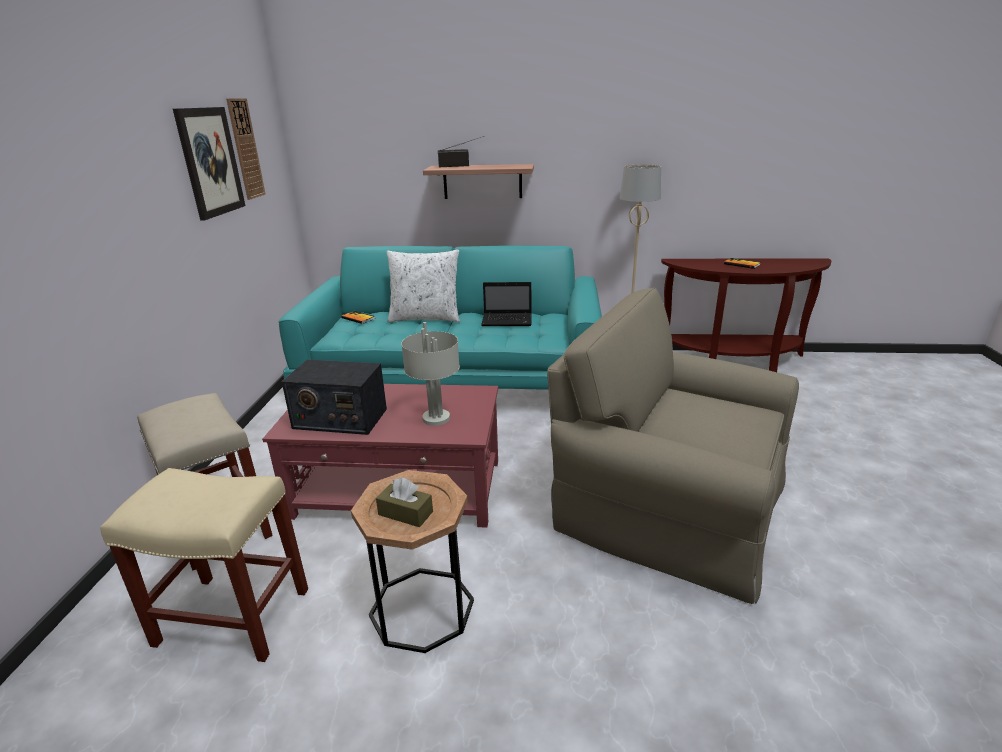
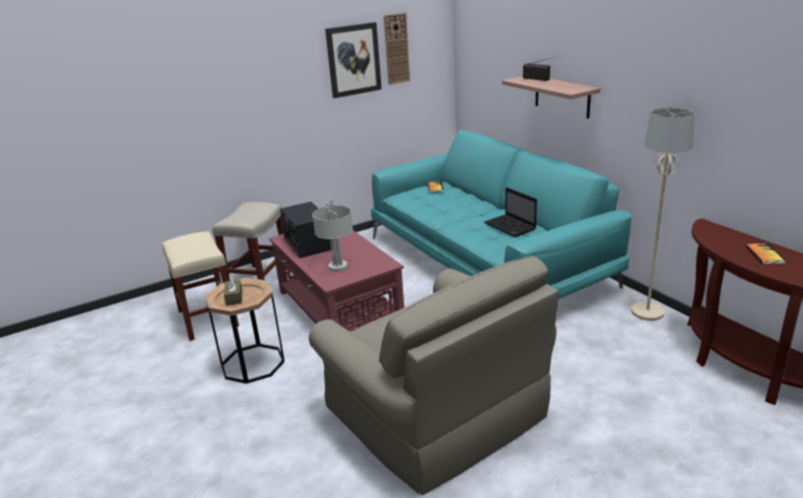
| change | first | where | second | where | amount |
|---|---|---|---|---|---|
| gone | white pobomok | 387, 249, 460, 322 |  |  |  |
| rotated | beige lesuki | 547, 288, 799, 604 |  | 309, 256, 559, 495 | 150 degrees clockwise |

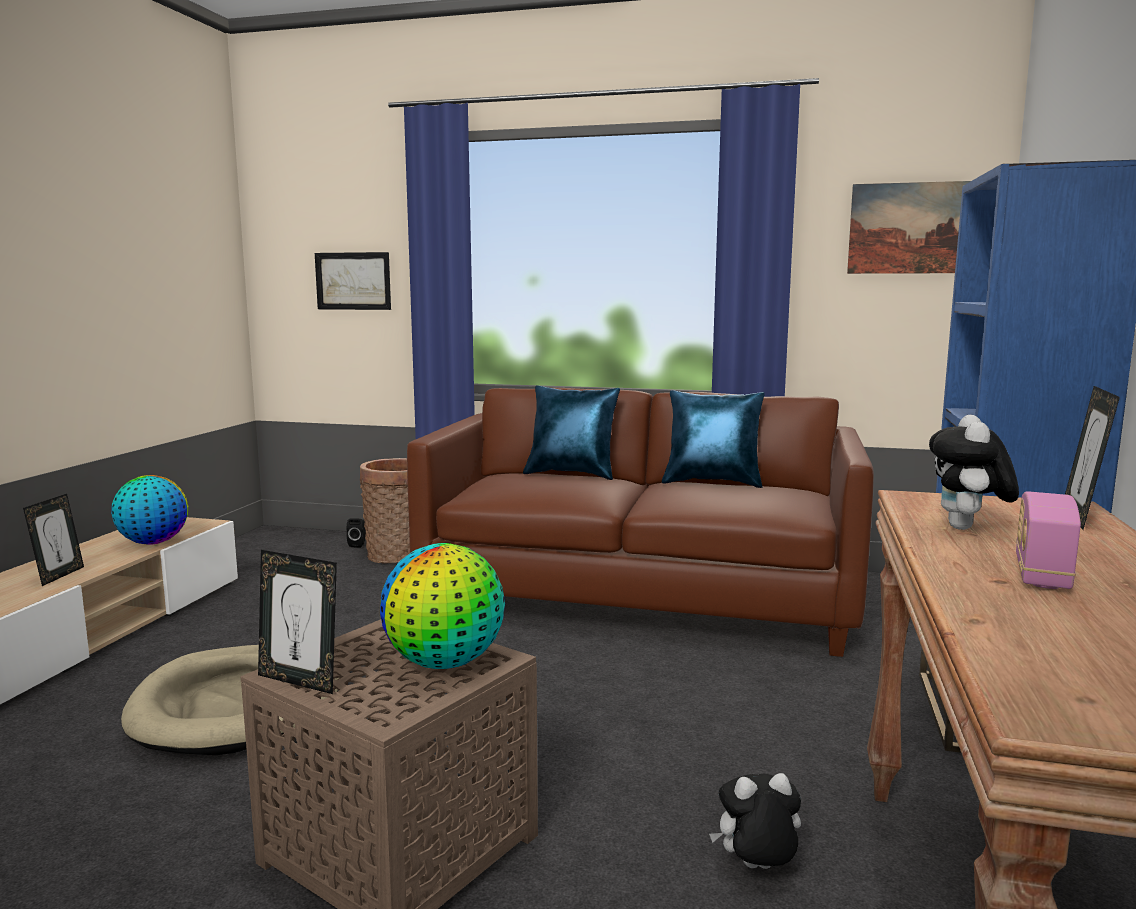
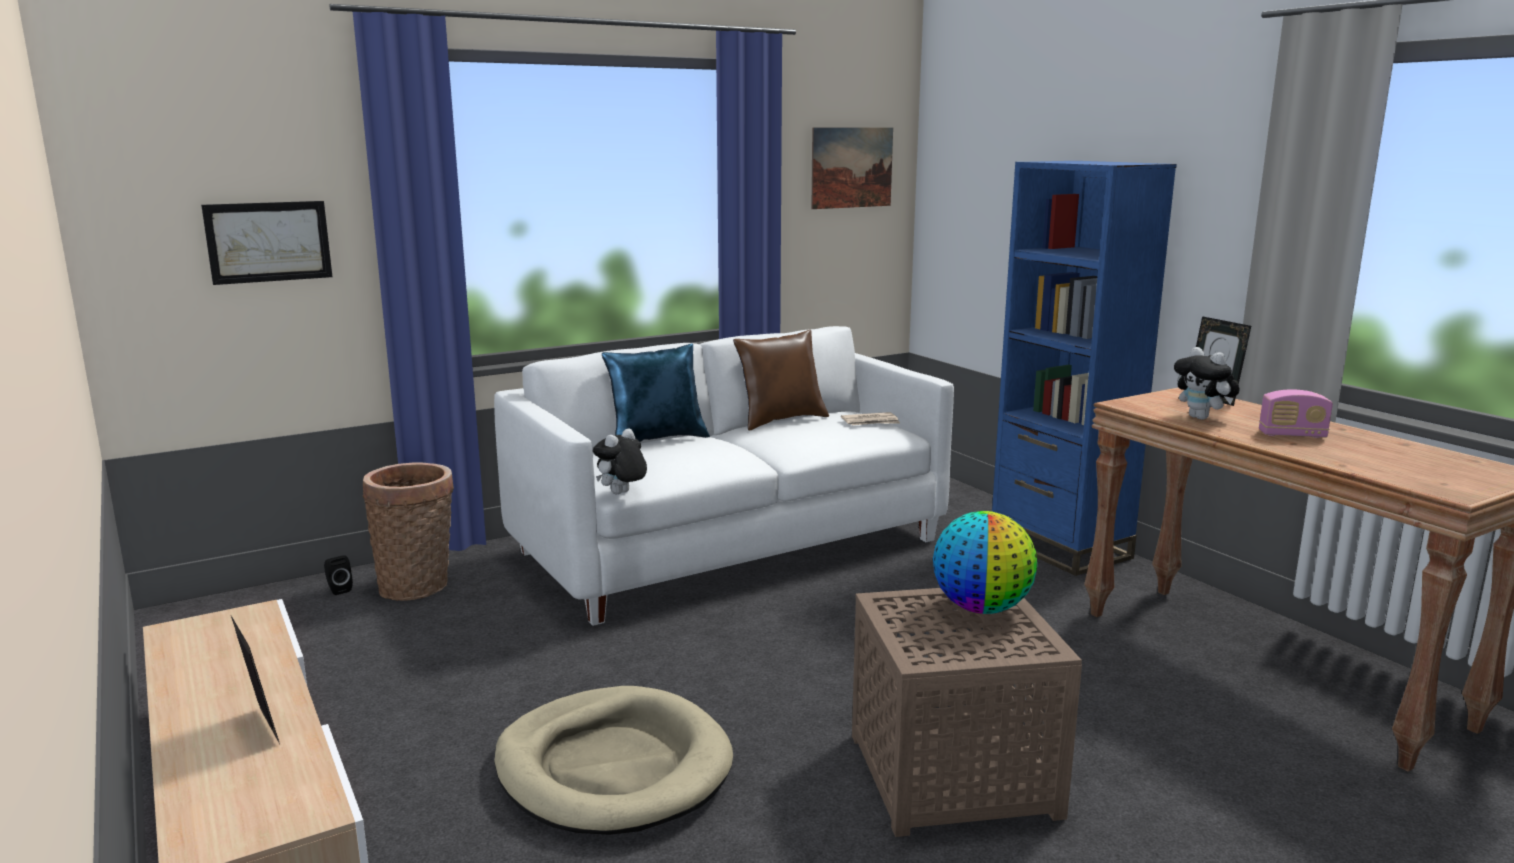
| change | first | where | second | where | amount |
|---|---|---|---|---|---|
| gone | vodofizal | 111, 475, 188, 545 |  |  |  |
| gone | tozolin | 258, 550, 337, 694 |  |  |  |
| repainted | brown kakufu | 407, 388, 874, 657 | white kakufu | 494, 326, 954, 626 |  |
| repainted | blue pobomok | 662, 390, 765, 488 | brown pobomok | 733, 330, 829, 430 |  |
| shifted | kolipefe | 709, 773, 801, 869 |  | 593, 428, 647, 494 |  |
| rotated | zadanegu | 1016, 491, 1081, 589 |  | 1259, 389, 1333, 438 | 60 degrees counterclockwise |
| new |  |  | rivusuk | 841, 412, 901, 425 |  |

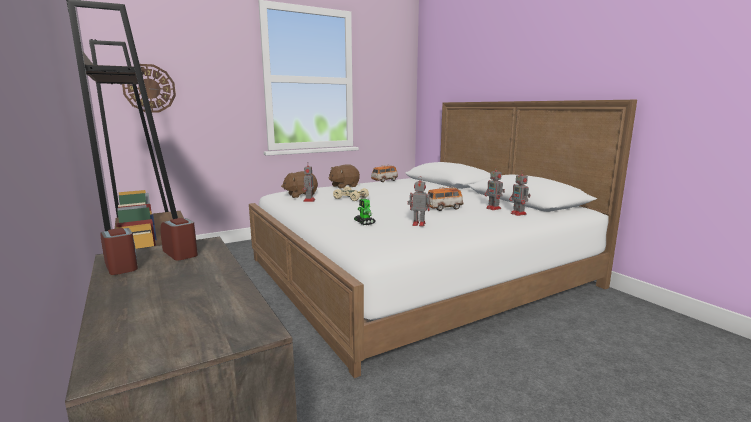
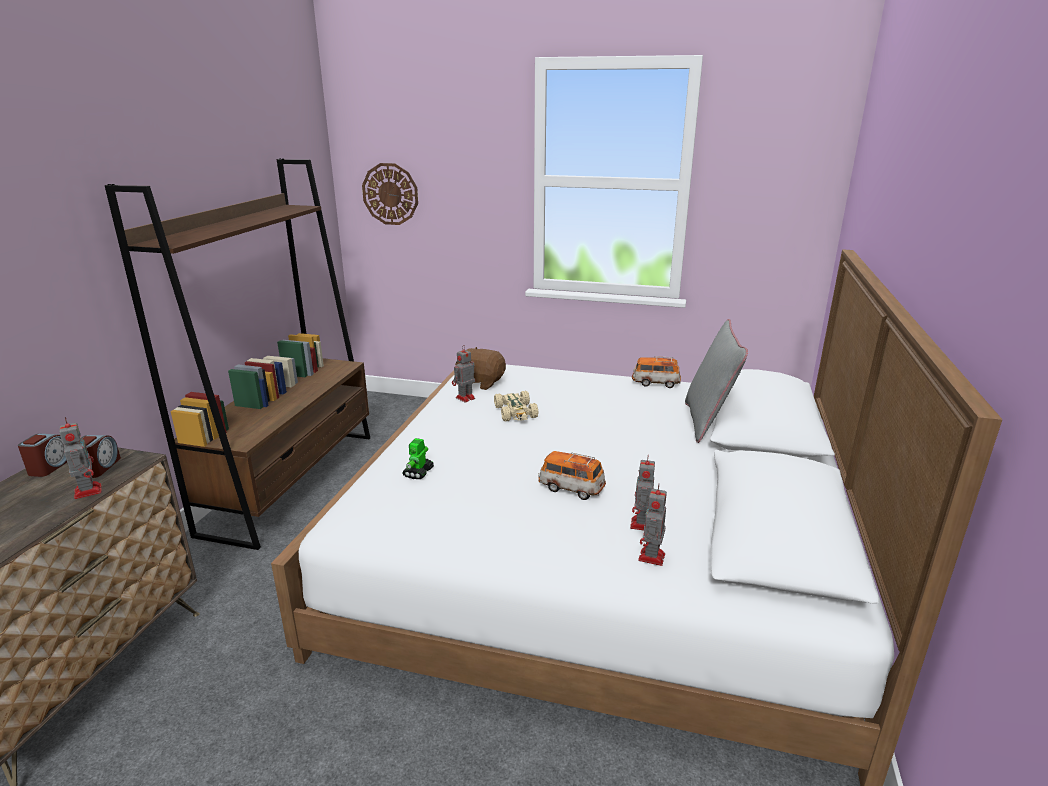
| change | first | where | second | where | amount |
|---|---|---|---|---|---|
| gone | brown kolipefe | 329, 164, 360, 189 |  |  |  |
| shifted | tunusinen | 408, 176, 430, 227 |  | 59, 417, 102, 499 |  |
| new |  |  | grey pobomok | 685, 319, 748, 443 |  |

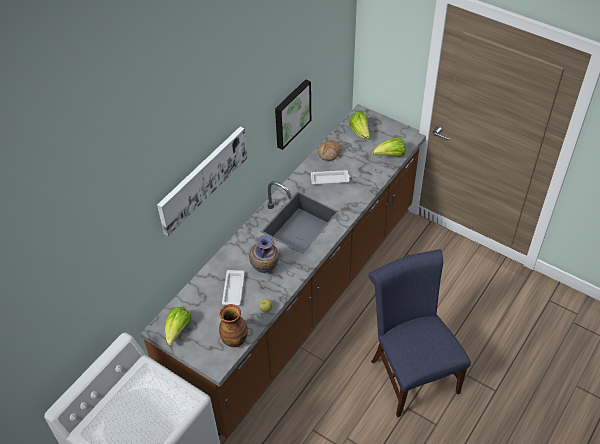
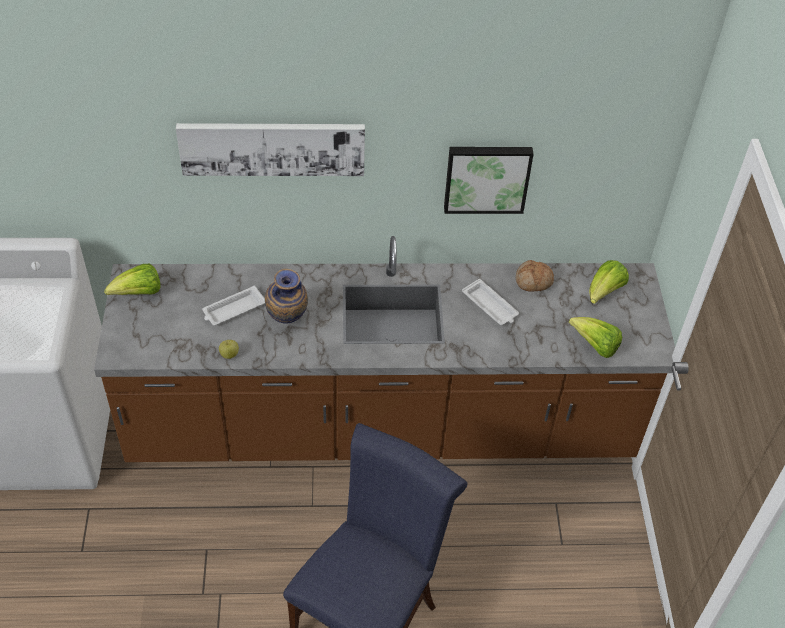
| change | first | where | second | where | amount |
|---|---|---|---|---|---|
| gone | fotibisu | 219, 304, 248, 347 |  |  |  |

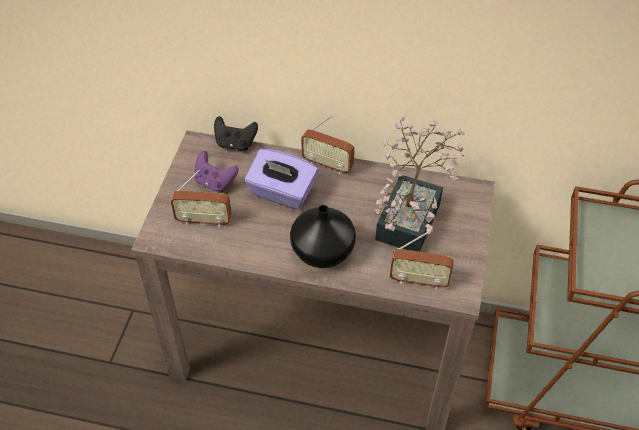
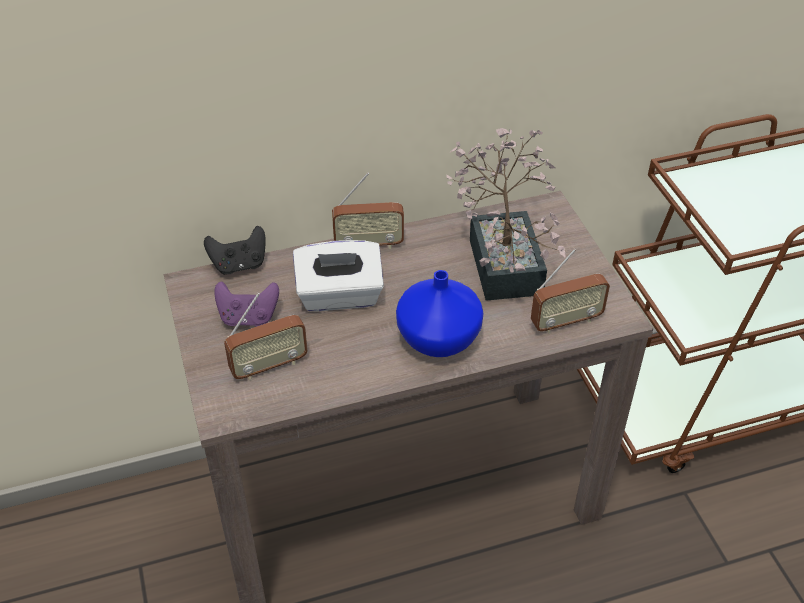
| change | first | where | second | where | amount |
|---|---|---|---|---|---|
| repainted | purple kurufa | 245, 149, 318, 210 | white kurufa | 293, 240, 384, 311 |  |
| repainted | black fotibisu | 290, 205, 356, 268 | blue fotibisu | 396, 270, 484, 357 |  |

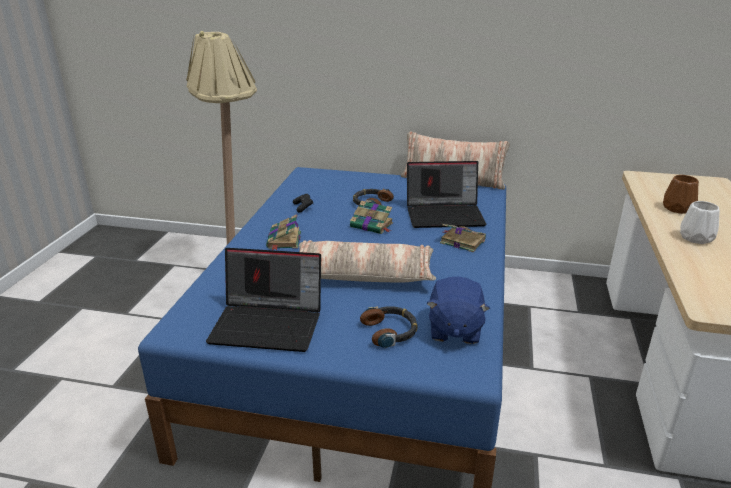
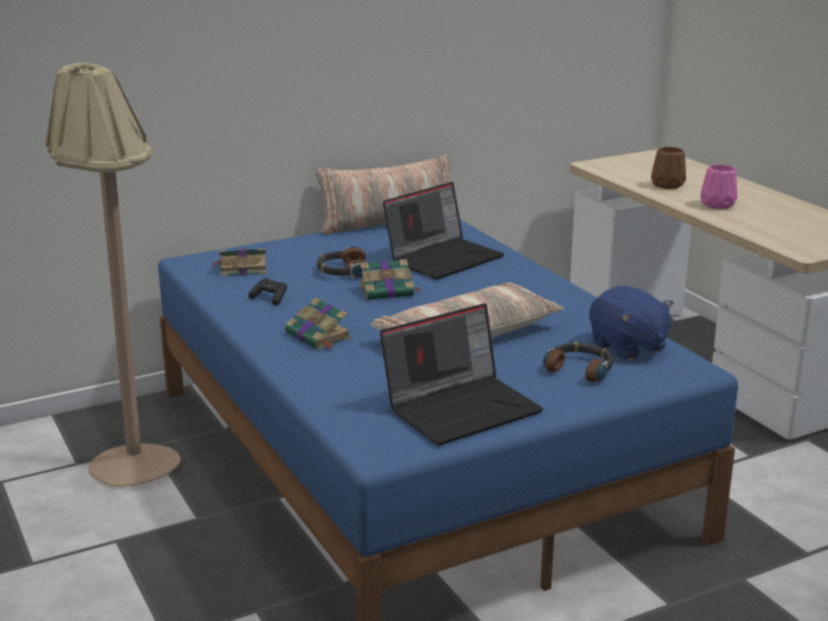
| change | first | where | second | where | amount |
|---|---|---|---|---|---|
| shifted | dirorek | 440, 224, 486, 253 |  | 213, 248, 267, 276 |  |
| repainted | white fotibisu | 680, 201, 720, 244 | pink fotibisu | 700, 165, 737, 209 |  |

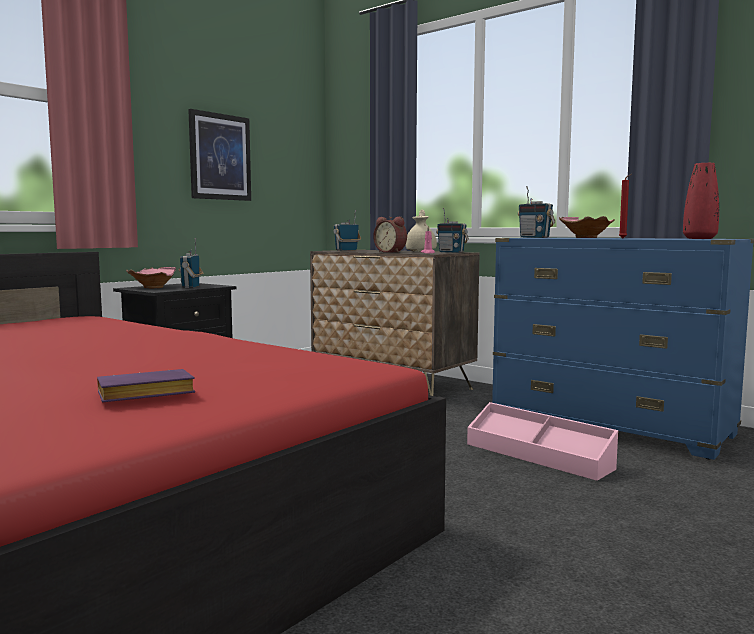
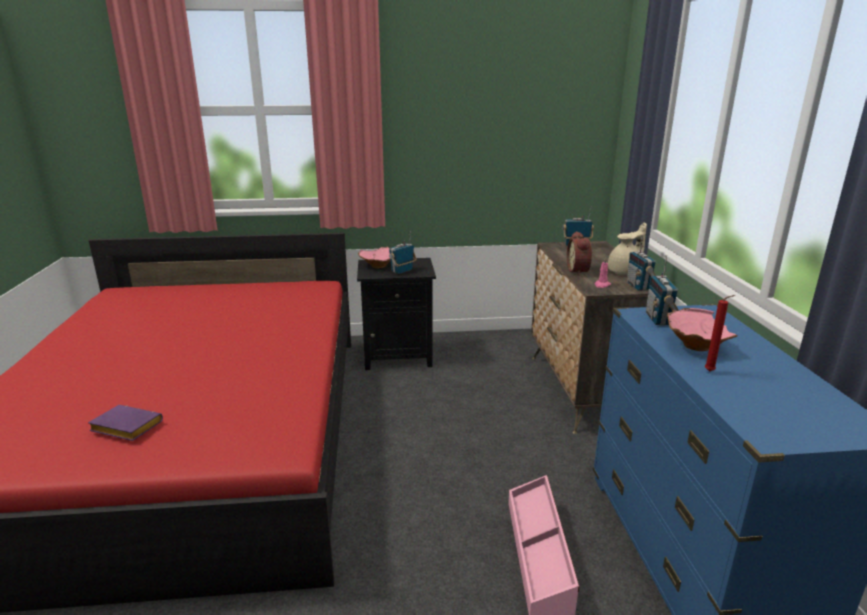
| change | first | where | second | where | amount |
|---|---|---|---|---|---|
| gone | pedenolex | 188, 109, 251, 201 |  |  |  |
| gone | red fotibisu | 683, 163, 719, 239 |  |  |  |

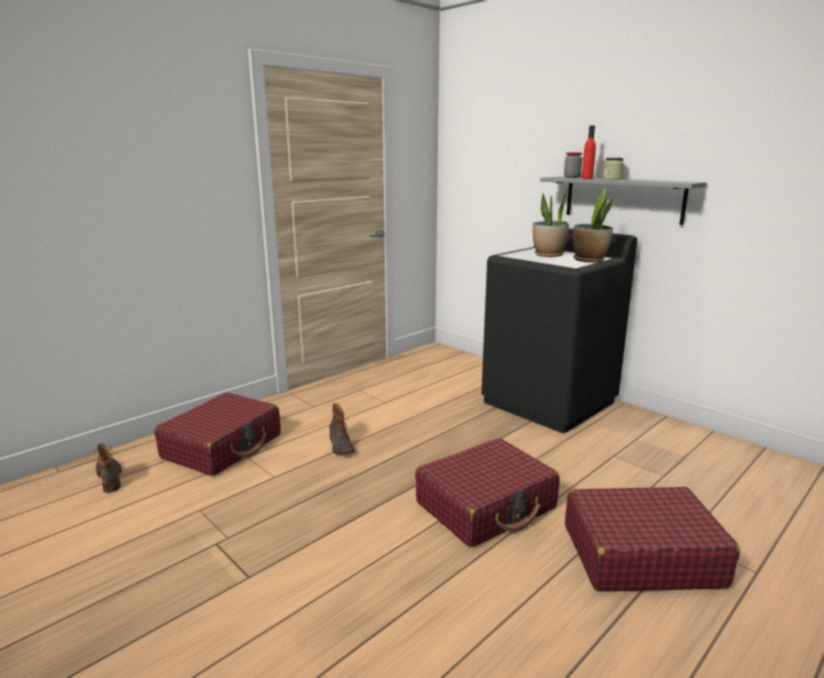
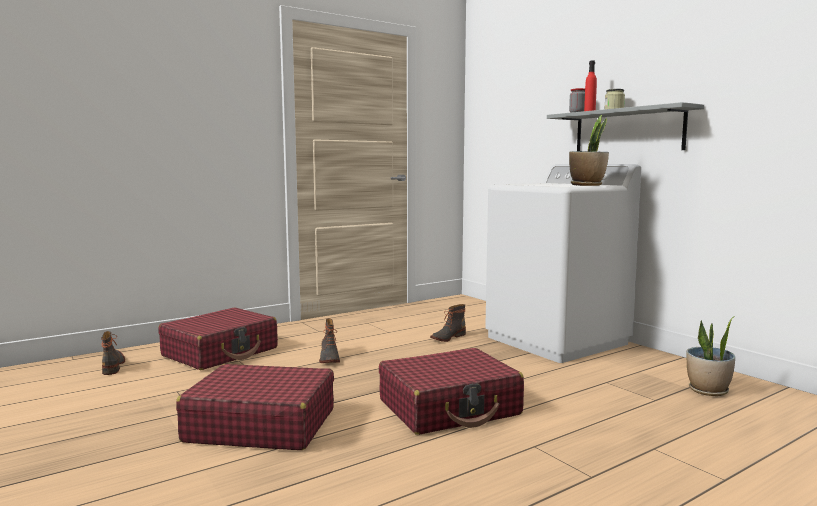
| change | first | where | second | where | amount |
|---|---|---|---|---|---|
| repainted | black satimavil | 482, 228, 637, 433 | white satimavil | 485, 164, 641, 363 |  |
| shifted | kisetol | 533, 188, 569, 257 |  | 686, 316, 735, 396 |  |
| shifted | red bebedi | 565, 487, 740, 591 |  | 176, 364, 334, 450 |  |
| new |  |  | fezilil | 430, 304, 466, 342 |  |

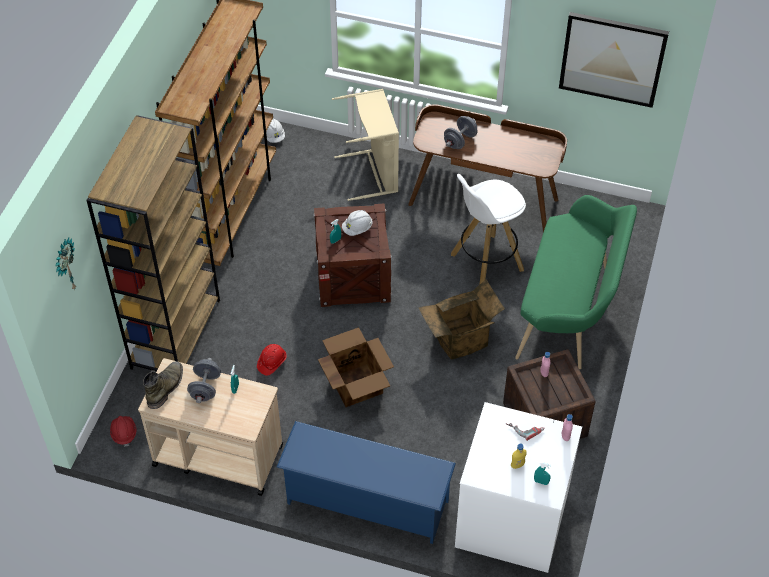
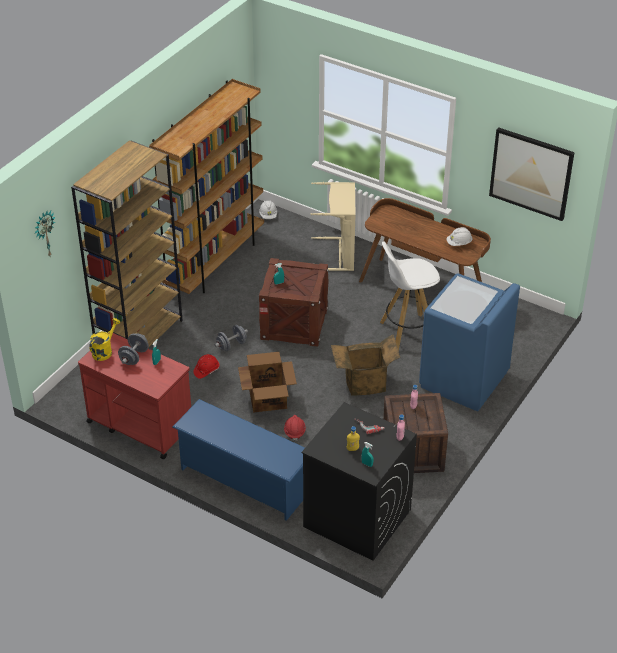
| change | first | where | second | where | amount |
|---|---|---|---|---|---|
| shifted | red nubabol | 110, 416, 136, 447 |  | 284, 415, 306, 441 |  |
| repainted | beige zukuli | 138, 358, 283, 496 | red zukuli | 78, 333, 191, 459 |  |
| swapped | green fezilil | 143, 361, 183, 409 | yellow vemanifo | 89, 318, 120, 361 |  |
| shifted | white nubabol | 342, 210, 373, 236 |  | 447, 227, 472, 246 |  |
| shifted | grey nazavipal | 444, 116, 478, 149 |  | 215, 325, 248, 351 |  |
| repainted | white satimavil | 455, 402, 582, 573 | black satimavil | 302, 402, 417, 561 |  |
| swapped | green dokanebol | 515, 195, 637, 369 | blue satimavil | 419, 273, 520, 412 |  |

